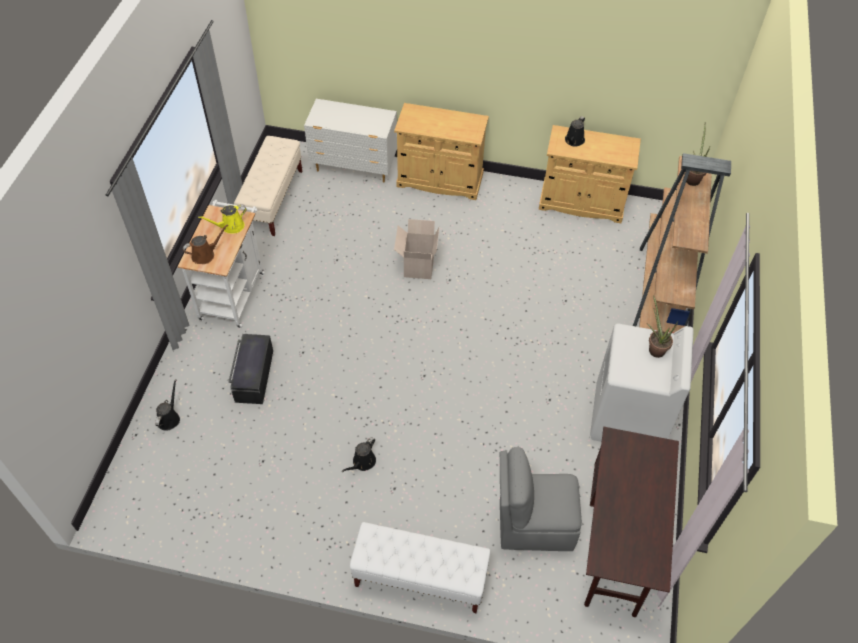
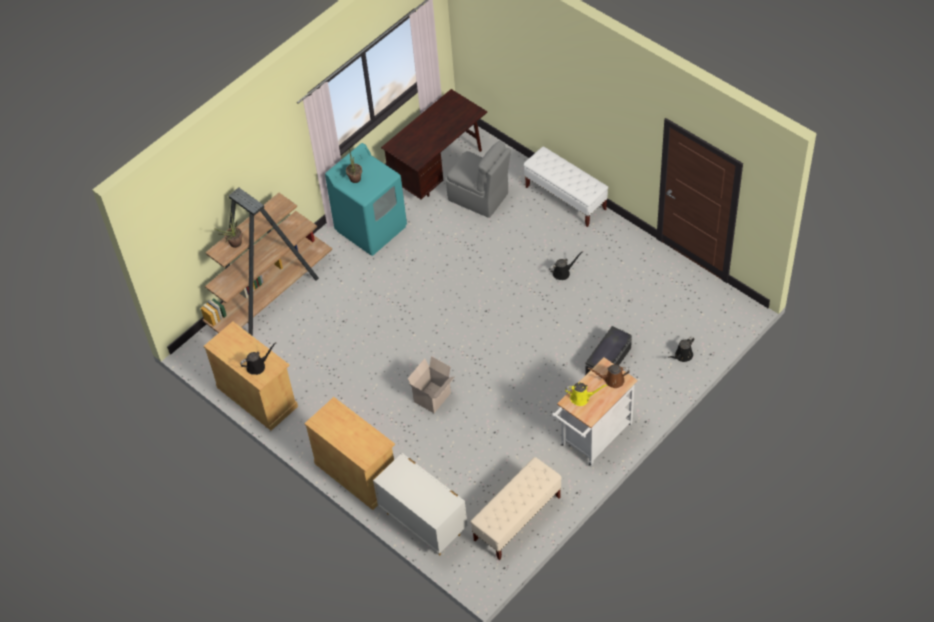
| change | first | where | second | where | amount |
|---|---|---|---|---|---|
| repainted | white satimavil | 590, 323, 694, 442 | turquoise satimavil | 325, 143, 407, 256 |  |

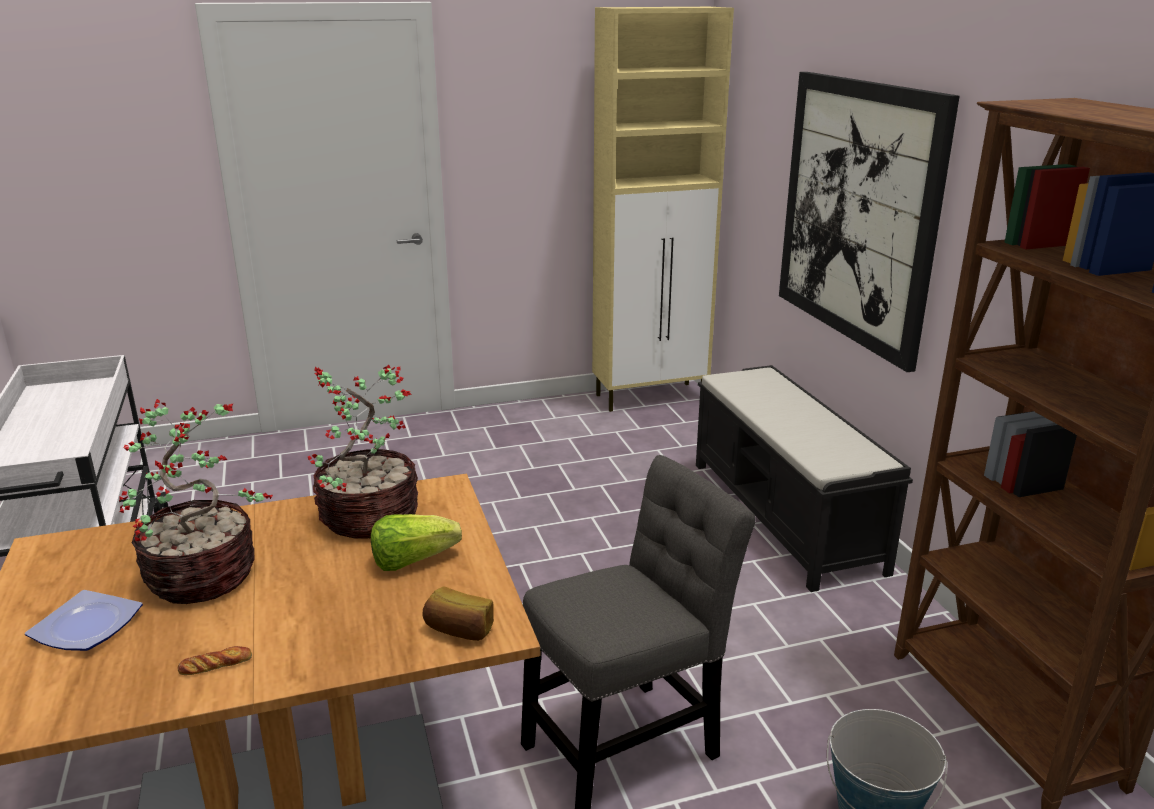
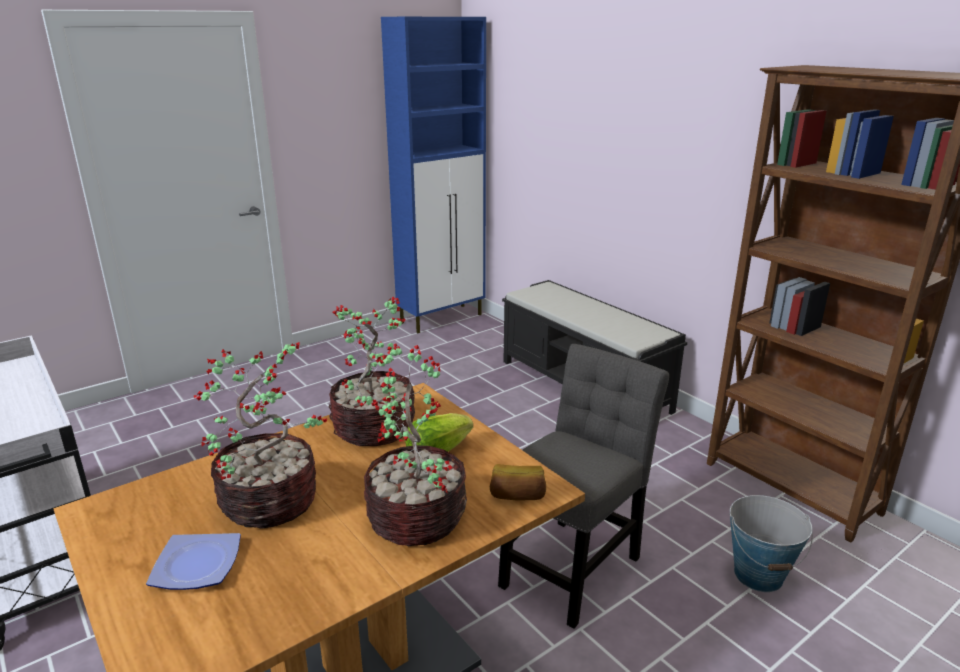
| change | first | where | second | where | amount |
|---|---|---|---|---|---|
| gone | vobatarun | 178, 646, 252, 675 |  |  |  |
| repainted | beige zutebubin | 592, 7, 734, 412 | blue zutebubin | 381, 17, 486, 333 |  |
| gone | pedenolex | 779, 72, 960, 372 |  |  |  |
| new |  |  | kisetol | 364, 345, 467, 546 |  |

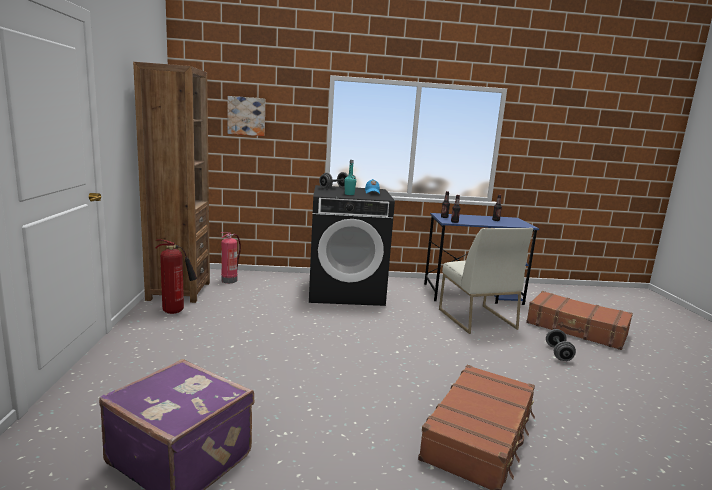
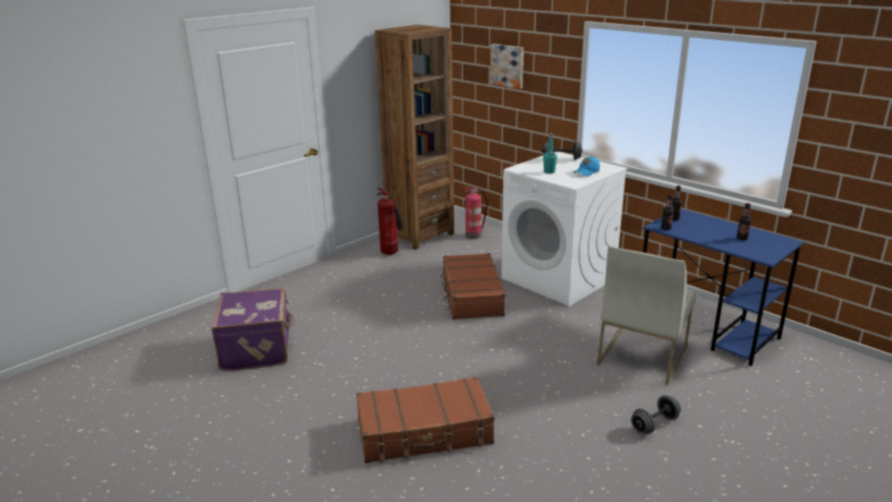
| change | first | where | second | where | amount |
|---|---|---|---|---|---|
| repainted | black satimavil | 309, 185, 395, 306 | white satimavil | 501, 152, 628, 306 |  |
| shifted | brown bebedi | 526, 291, 633, 350 |  | 440, 253, 506, 319 |  |

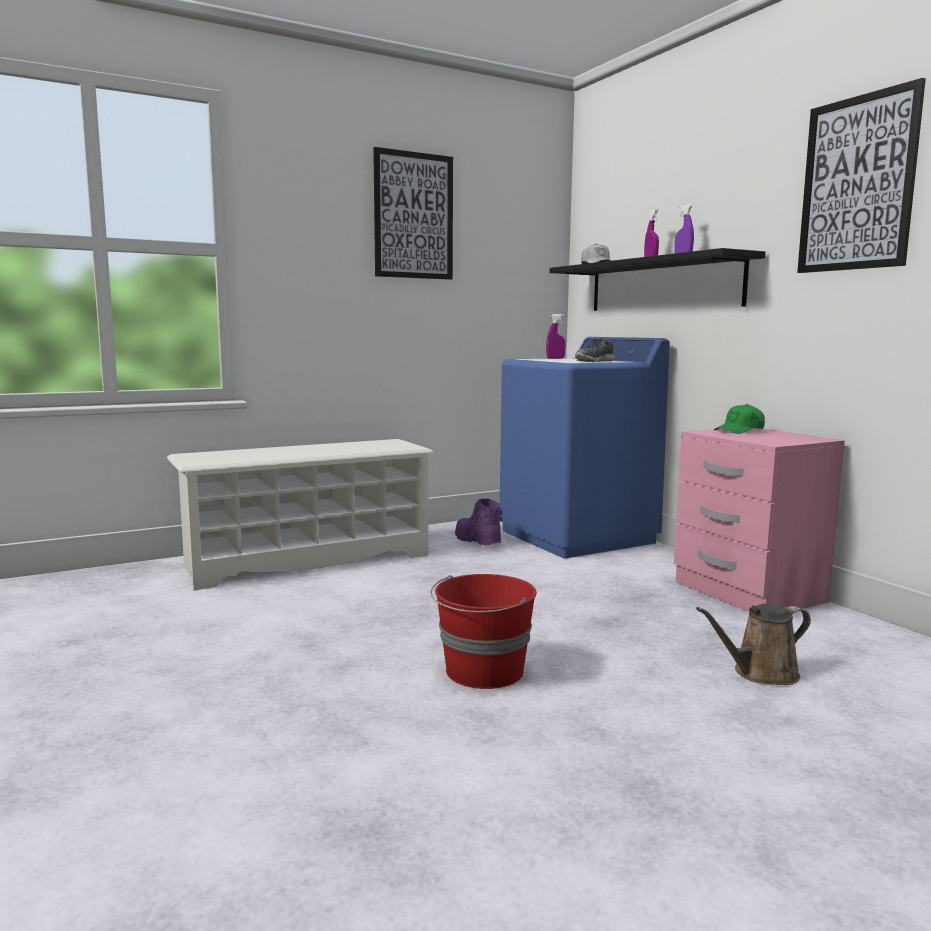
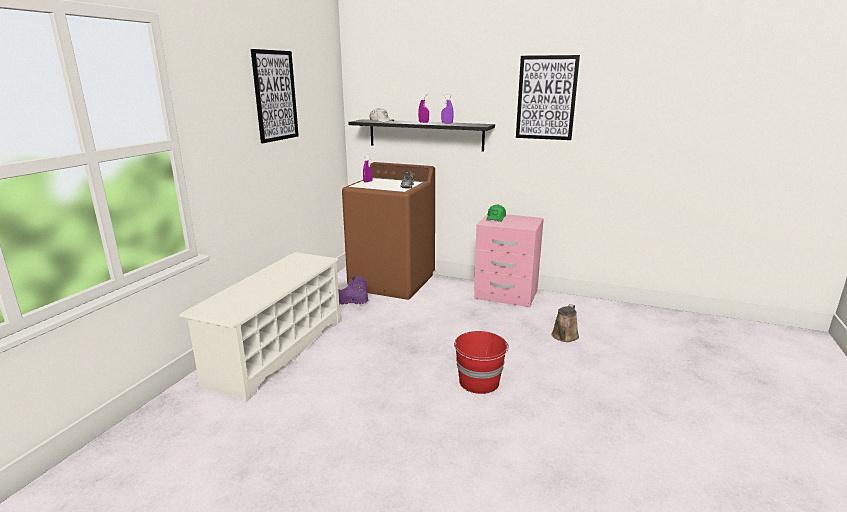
| change | first | where | second | where | amount |
|---|---|---|---|---|---|
| repainted | blue satimavil | 500, 337, 670, 558 | brown satimavil | 342, 162, 435, 300 |  |

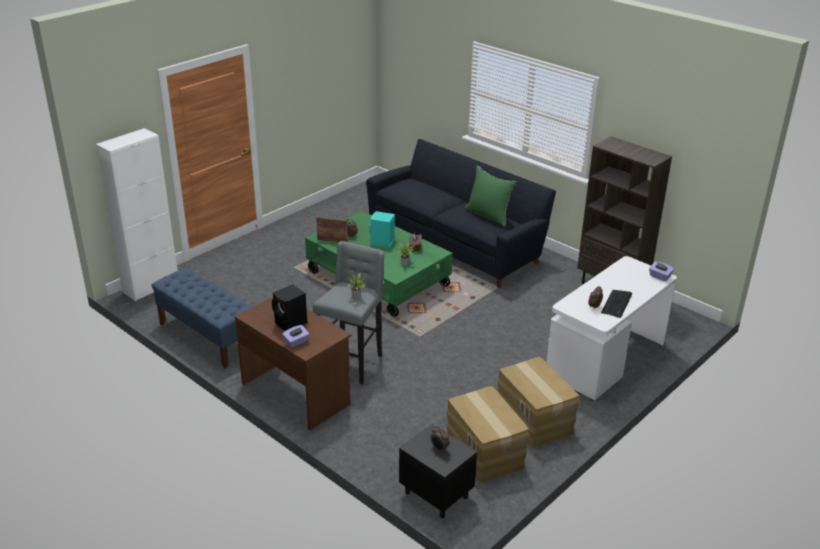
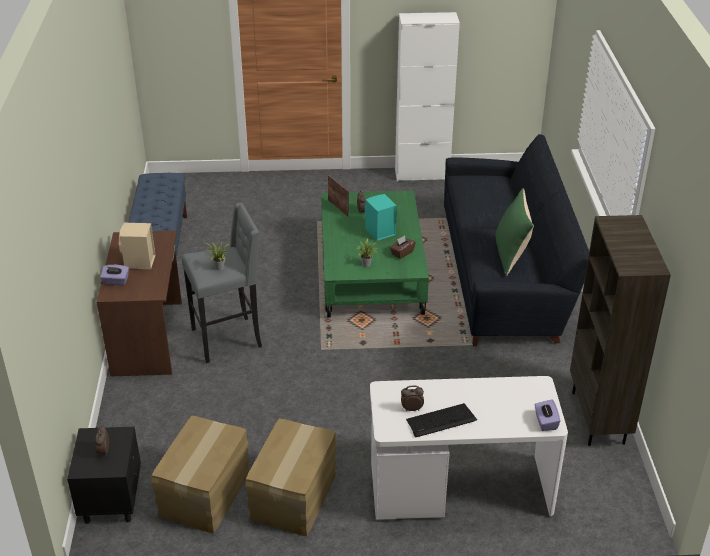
| change | first | where | second | where | amount |
|---|---|---|---|---|---|
| shifted | white zutebubin | 96, 128, 178, 301 |  | 395, 12, 460, 181 |  |
| repainted | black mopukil | 272, 284, 307, 331 | beige mopukil | 119, 222, 156, 269 |  |

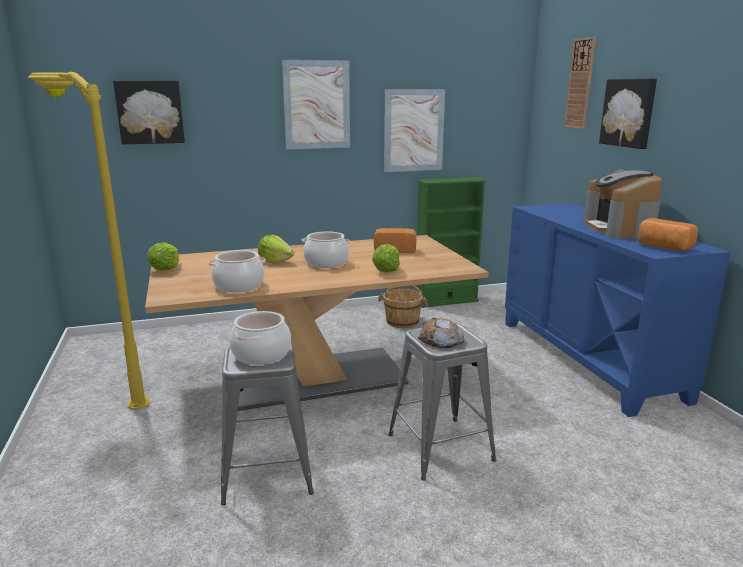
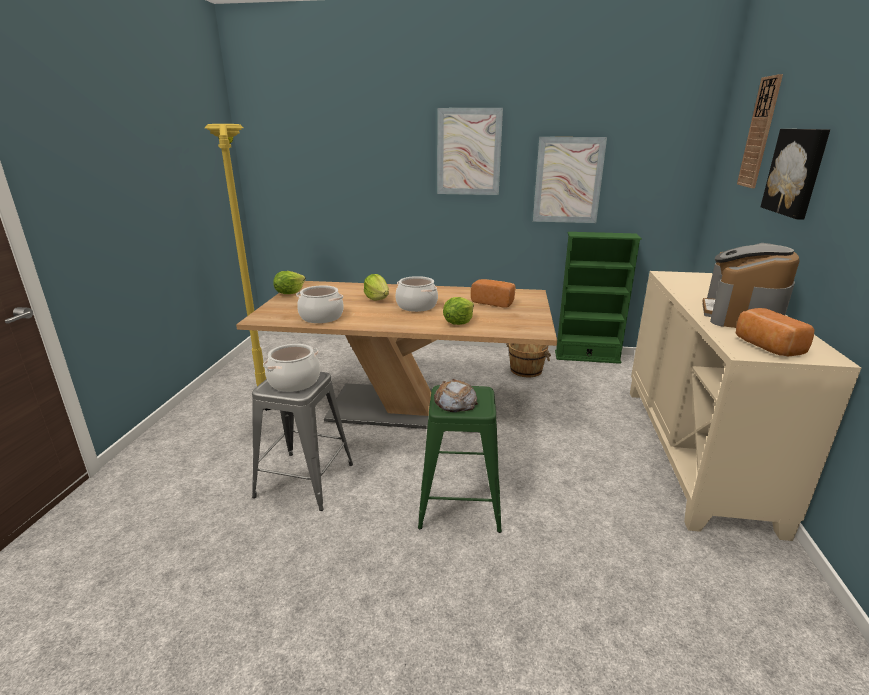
| change | first | where | second | where | amount |
|---|---|---|---|---|---|
| gone | pedenolex | 113, 81, 185, 144 |  |  |  |
| repainted | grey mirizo | 389, 323, 496, 480 | green mirizo | 418, 385, 502, 533 |  |
| repainted | blue zutebubin | 505, 203, 731, 417 | beige zutebubin | 630, 271, 861, 541 |  |

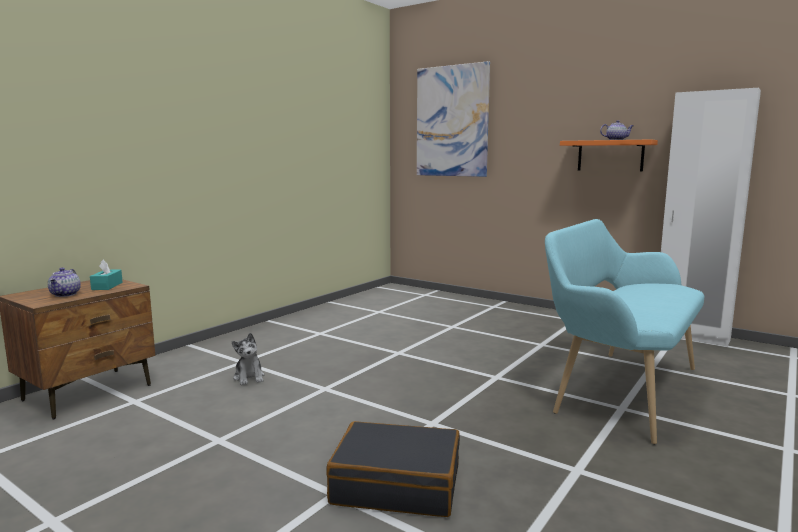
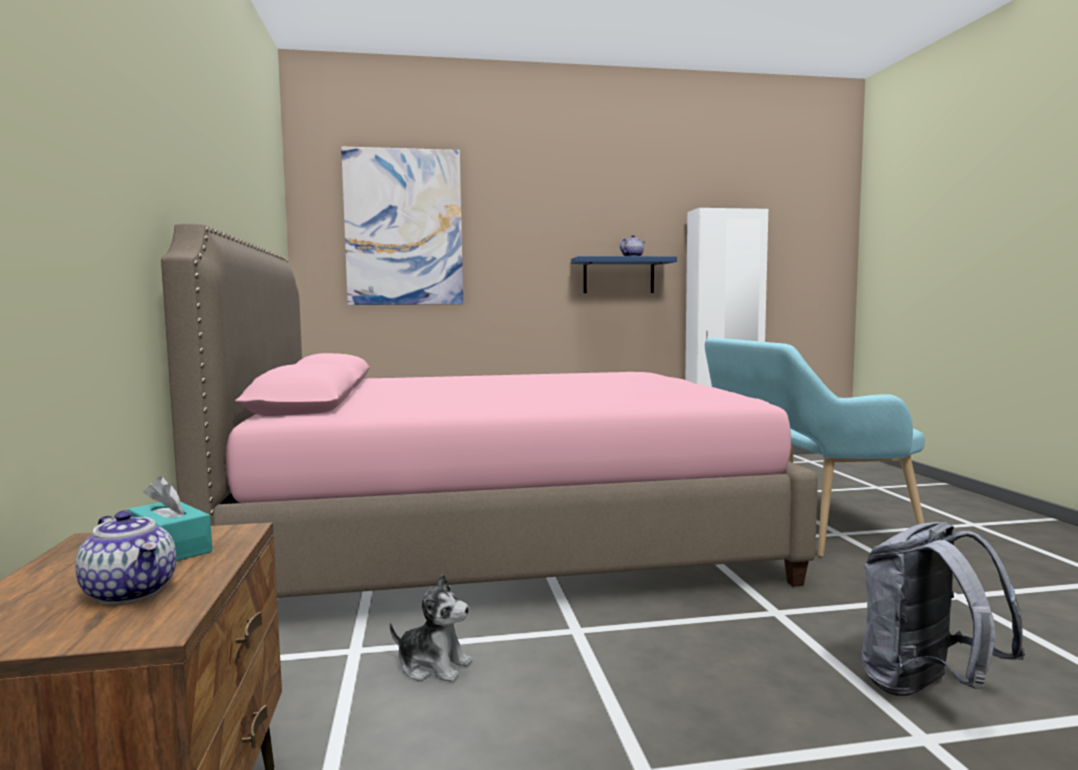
| change | first | where | second | where | amount |
|---|---|---|---|---|---|
| swapped | black bebedi | 326, 421, 460, 517 | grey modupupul | 862, 522, 1026, 696 |  |
| repainted | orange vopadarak | 560, 139, 658, 172 | blue vopadarak | 571, 256, 677, 293 |  |
| new |  |  | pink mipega | 161, 223, 818, 598 |  |

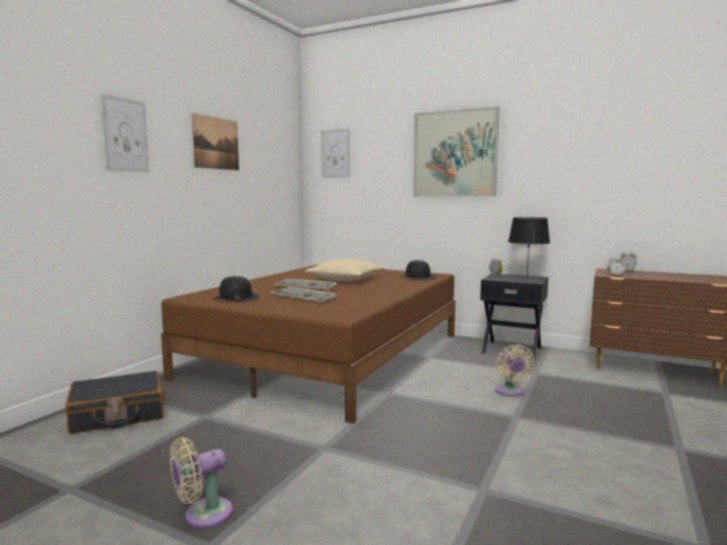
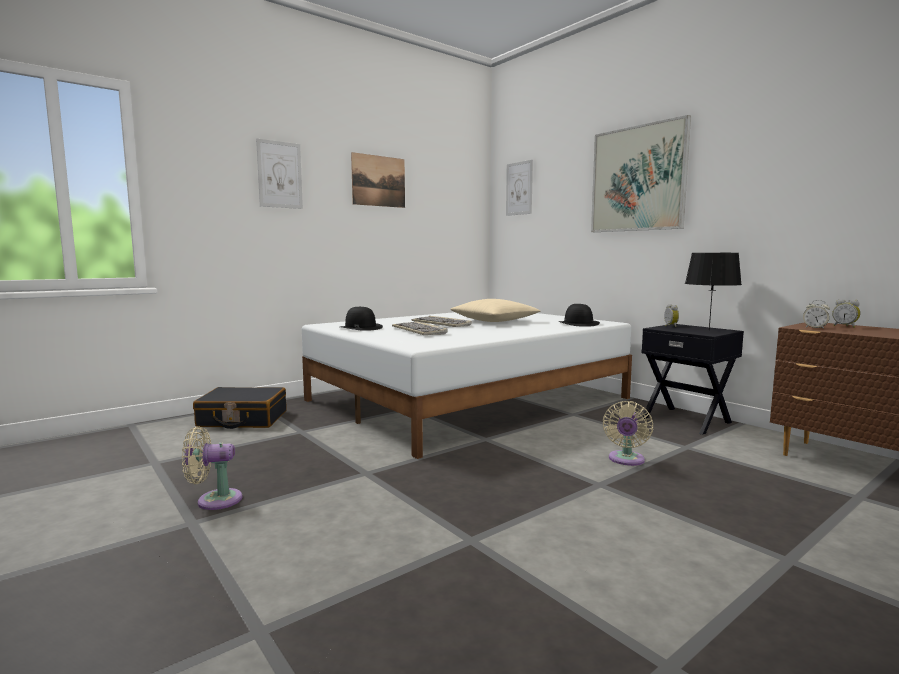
| change | first | where | second | where | amount |
|---|---|---|---|---|---|
| repainted | brown mipega | 161, 265, 455, 424 | white mipega | 302, 312, 632, 459 |  |

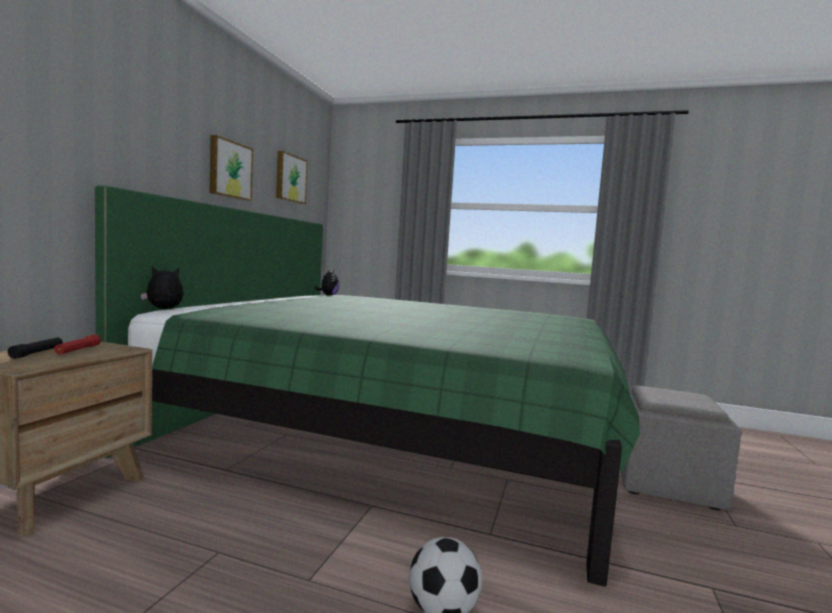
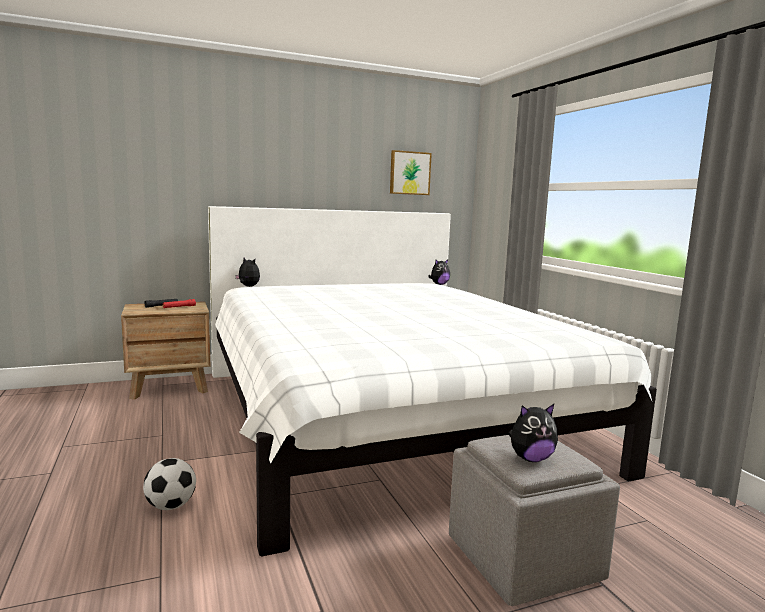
| change | first | where | second | where | amount |
|---|---|---|---|---|---|
| repainted | green mipega | 95, 186, 640, 587 | white mipega | 208, 206, 657, 557 |  |
| gone | pedenolex | 209, 135, 253, 201 |  |  |  |
| new |  |  | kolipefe | 508, 404, 558, 462 |  |

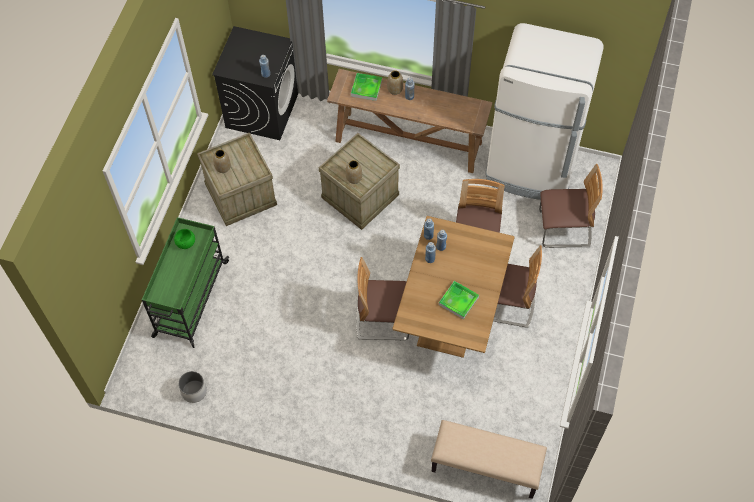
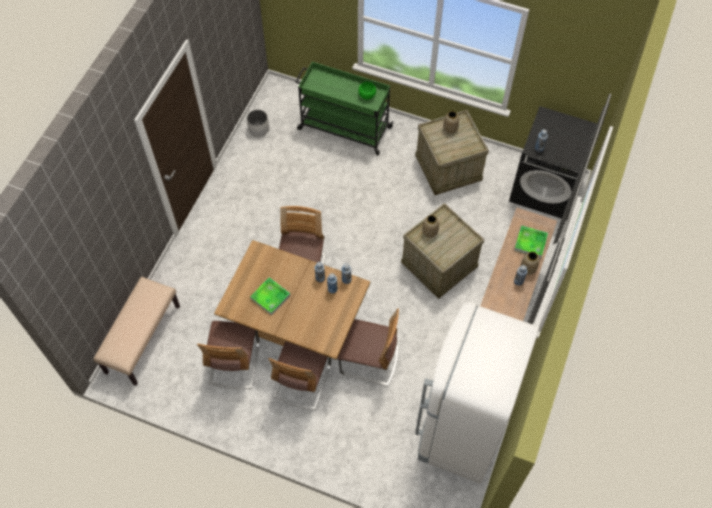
| change | first | where | second | where | amount |
|---|---|---|---|---|---|
| shifted | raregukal | 539, 164, 603, 248 |  | 197, 321, 260, 389 |  |

